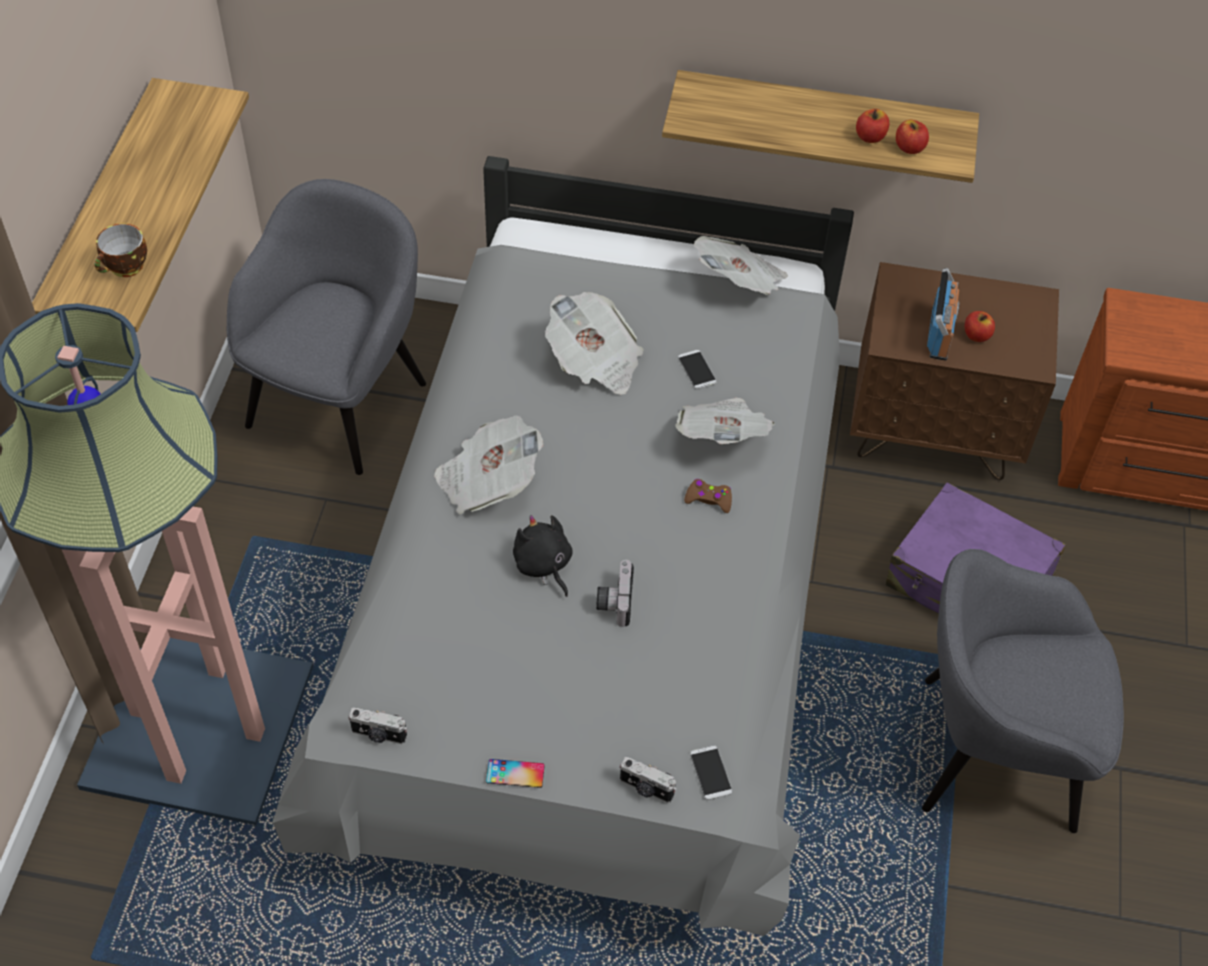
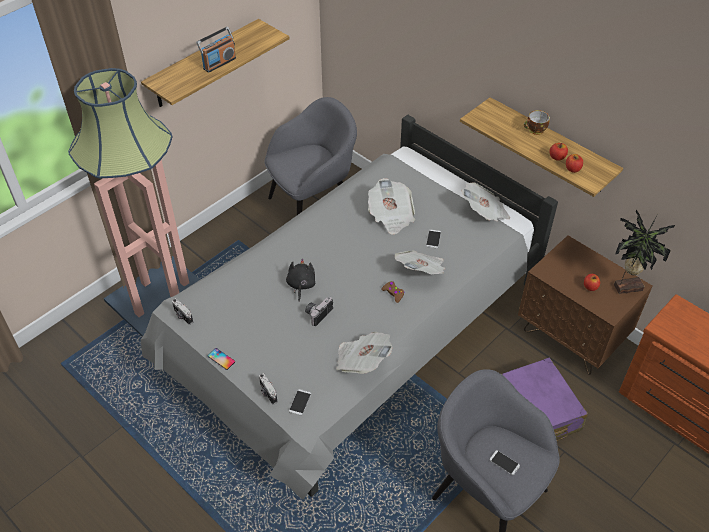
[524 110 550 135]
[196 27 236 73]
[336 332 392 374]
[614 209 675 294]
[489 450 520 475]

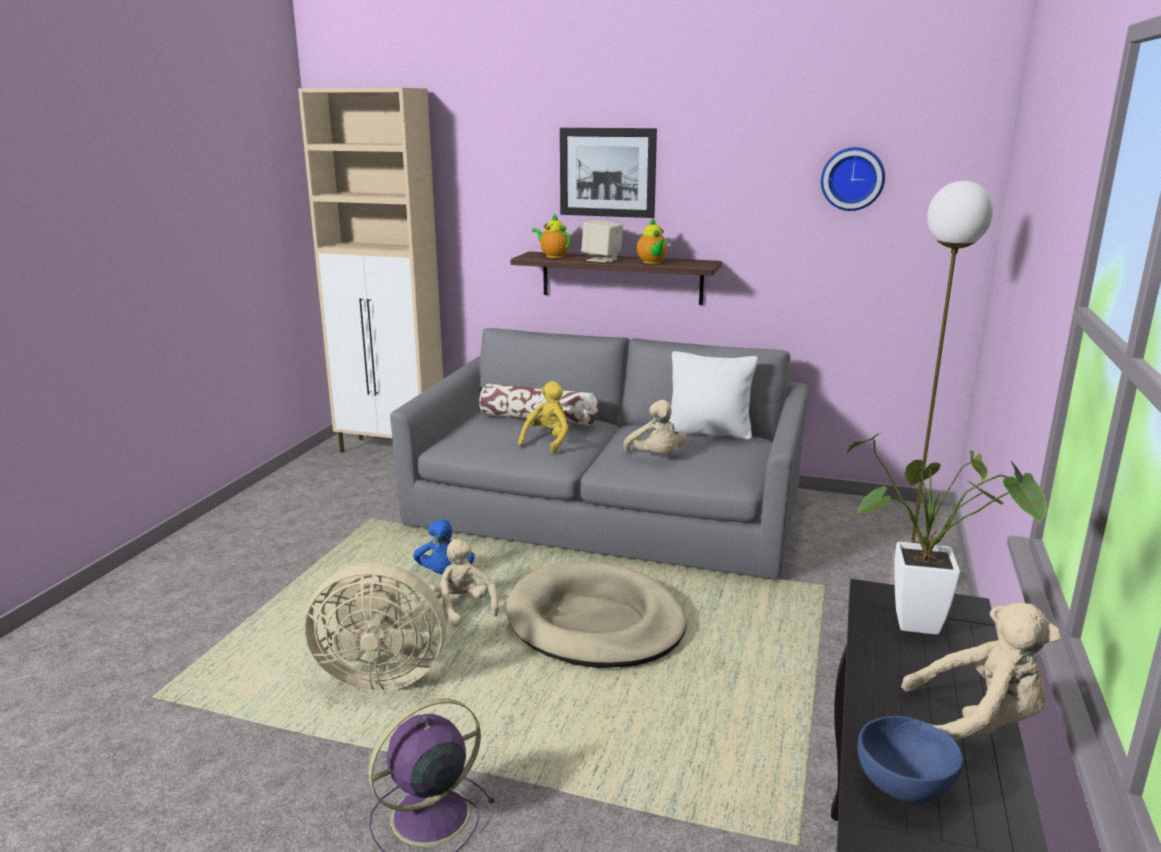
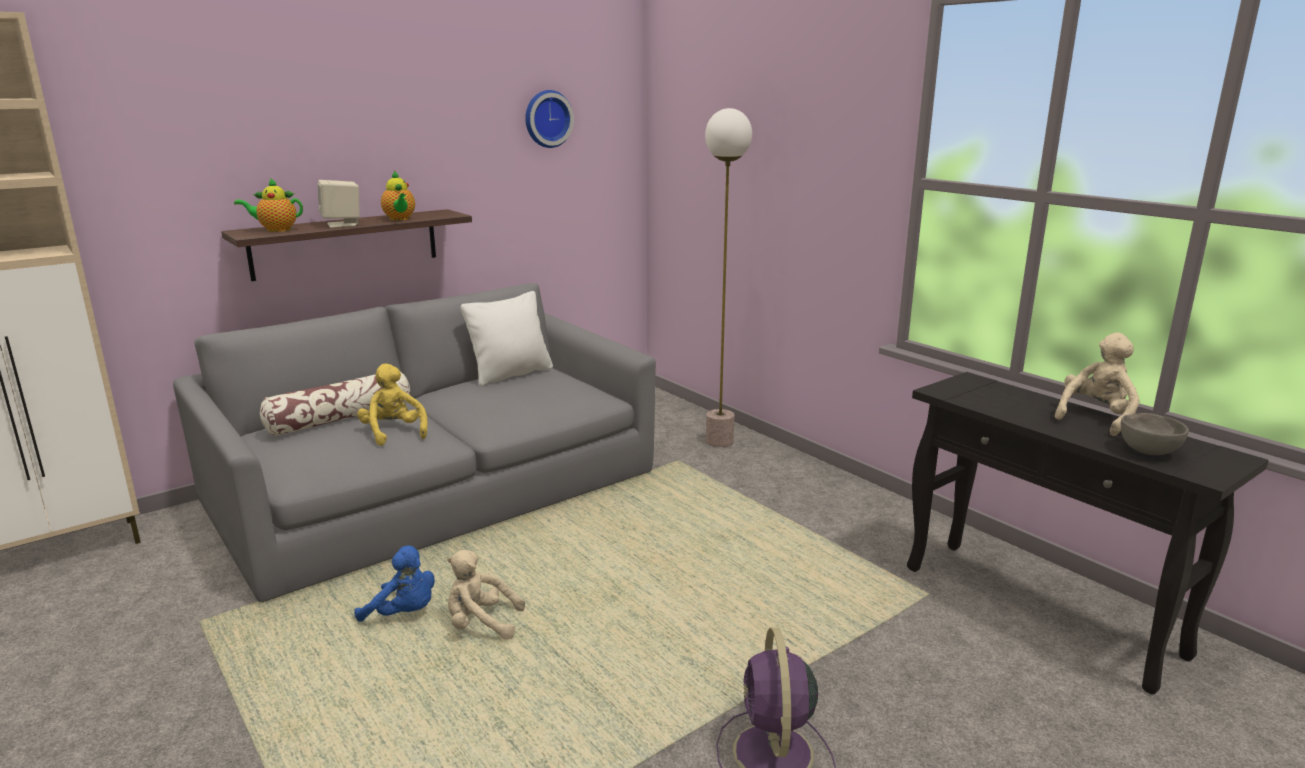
[560 128 657 218] (first image)
[381 171 415 220]
[623 400 687 454] (first image)
[847 432 1047 635] (first image)
[506 562 687 668] (first image)
[305 563 446 691] (first image)
[1121 413 1189 455]

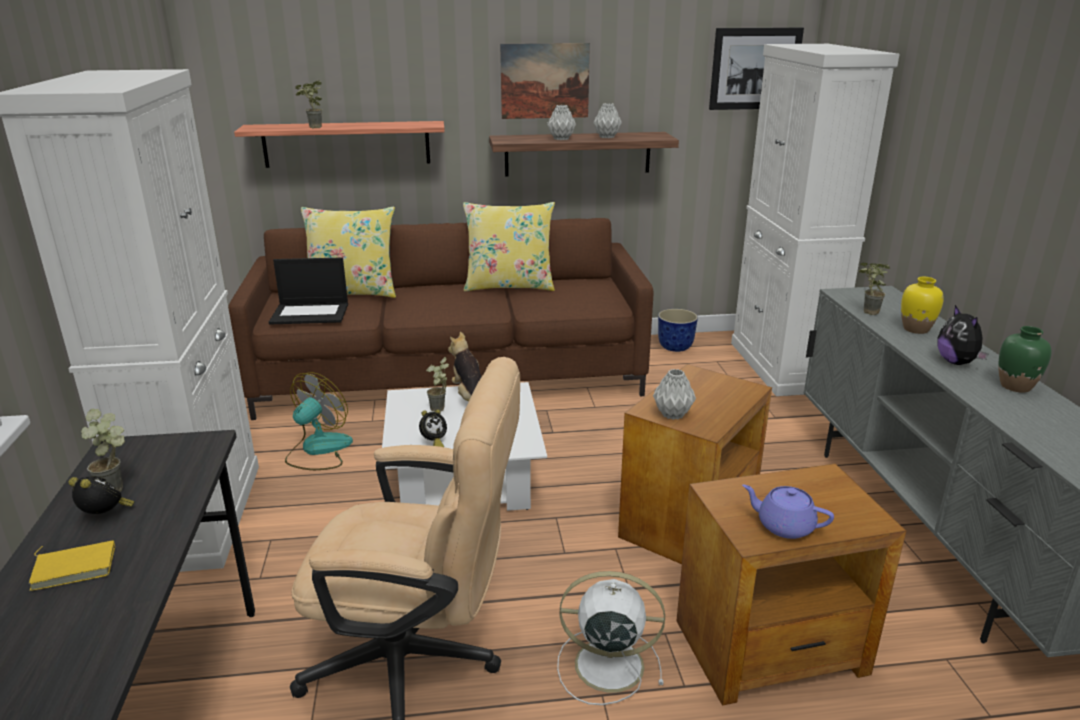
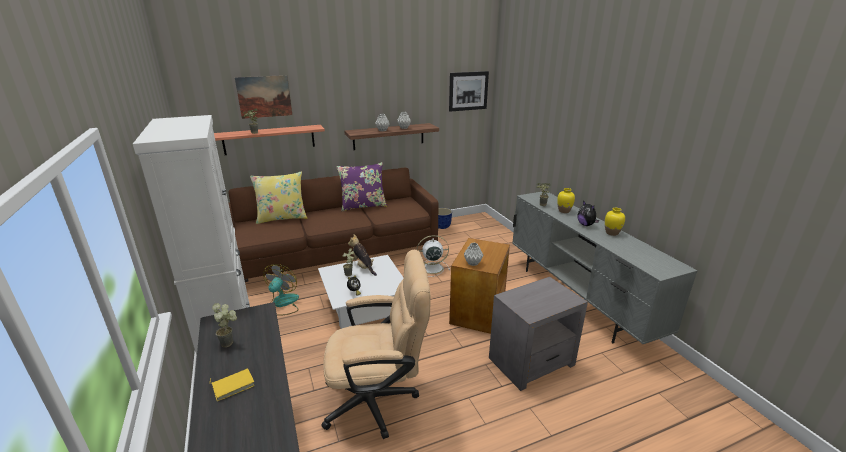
[235 75 292 119]
[731 44 900 396] (first image)
[336 162 387 211]
[269 257 348 324] (first image)
[605 208 625 236]
[489 277 588 391]
[69 476 135 514] (first image)
[742 485 834 539] (first image)
[417 235 450 277]

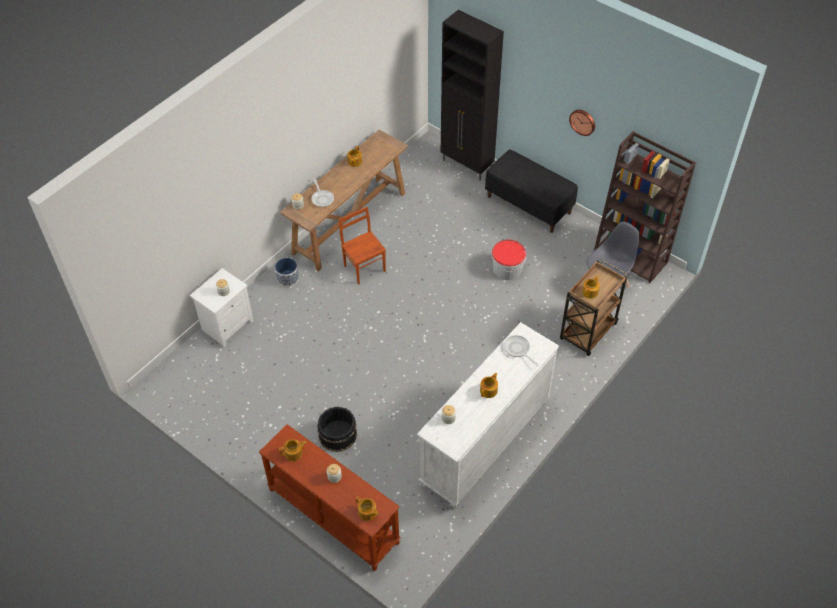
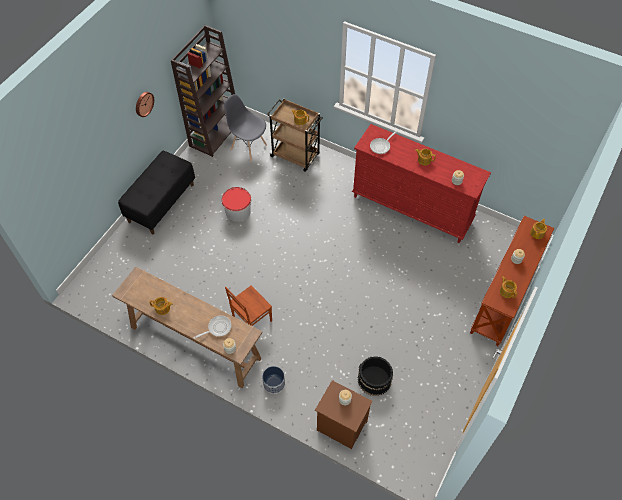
[441 10 504 181] (first image)
[315 380 373 449]
[352 124 491 243]
[358 357 393 396]

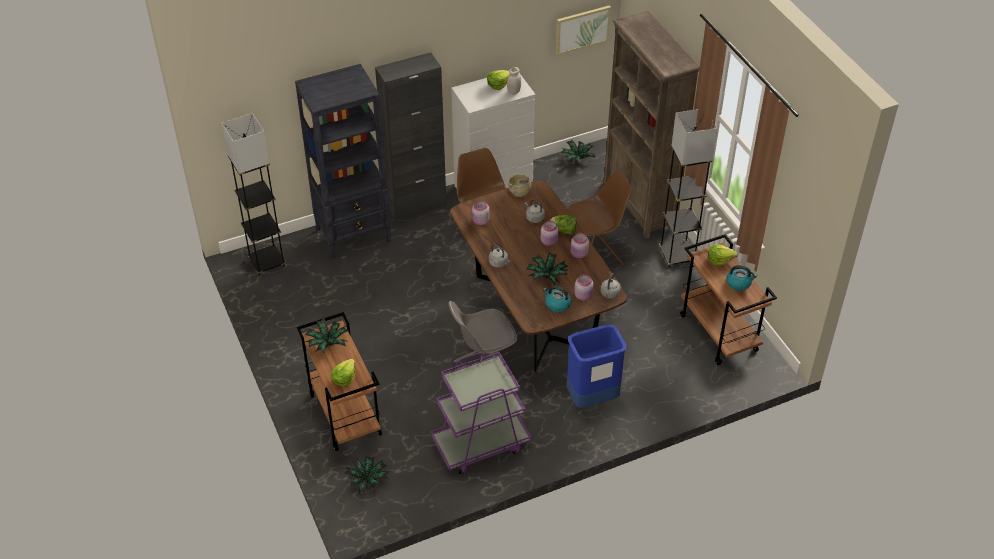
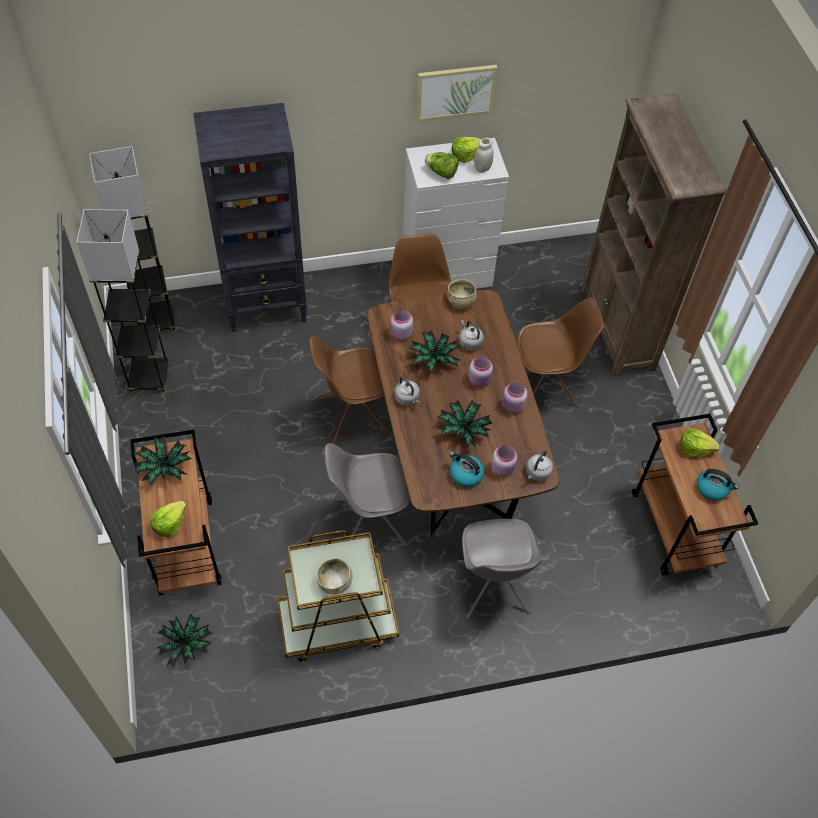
[416 65 497 121]
[375 52 447 221] (first image)
[77 209 169 392]
[409 329 462 374]
[425 152 458 179]
[457 519 541 619]
[277 530 399 662]
[309 336 389 444]
[317 558 353 595]

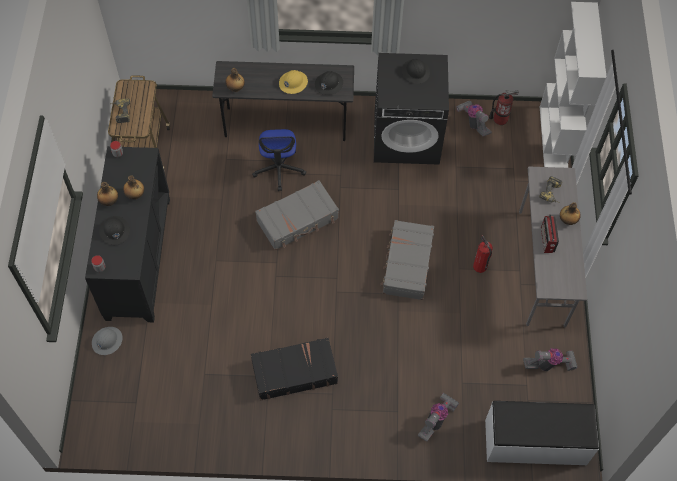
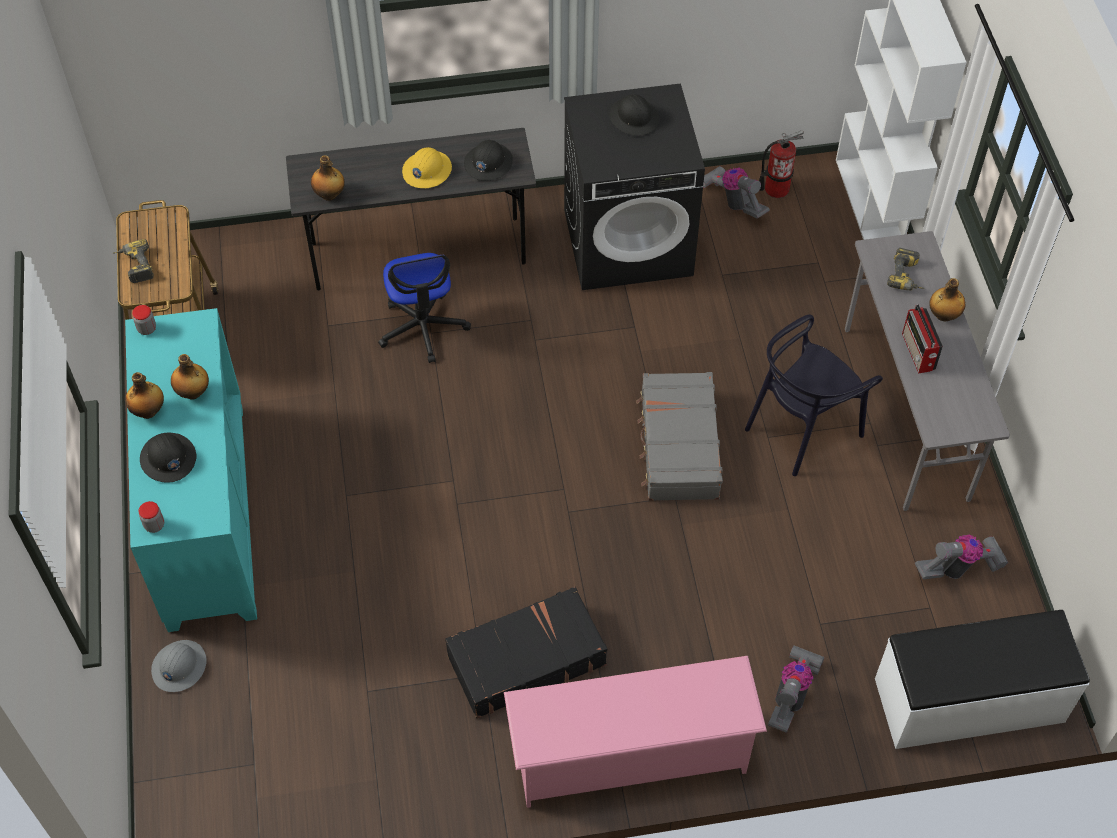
[125 308 257 632]
[255 180 339 250] (first image)
[745 314 883 476]
[504 656 767 808]

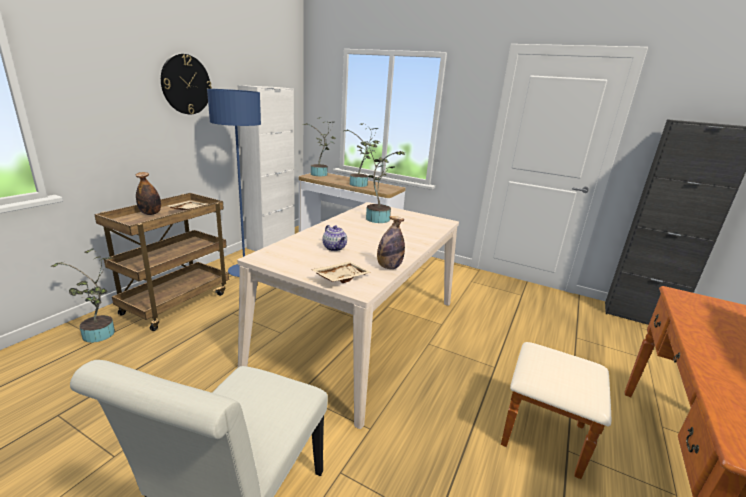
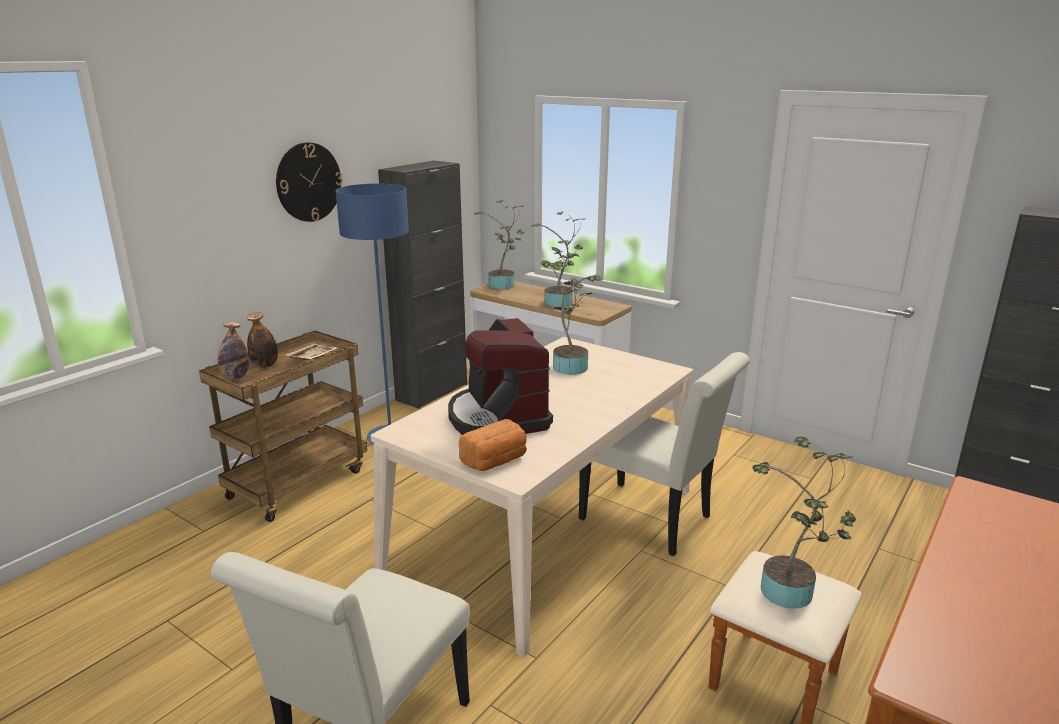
[378 161 467 409]
[218 322 249 380]
[448 318 553 435]
[753 437 856 609]
[459 419 527 471]
[579 352 750 556]

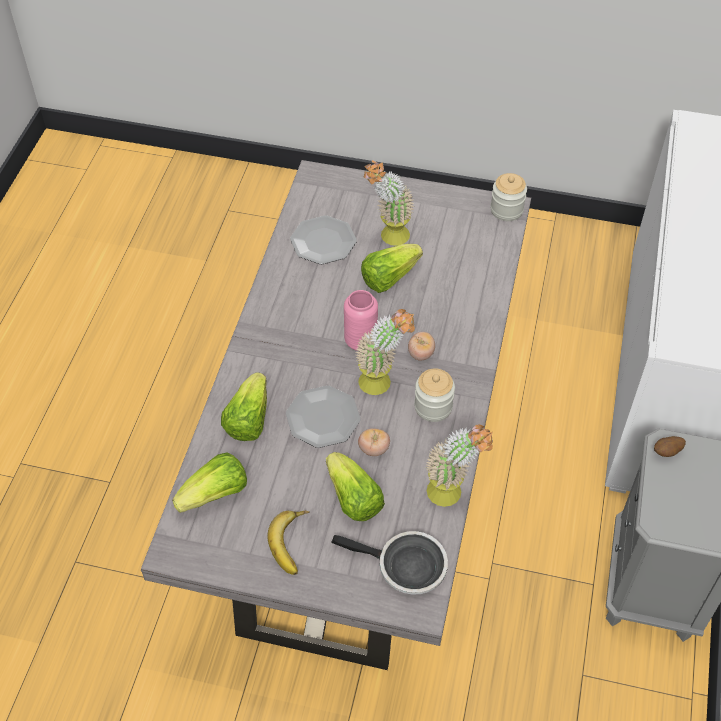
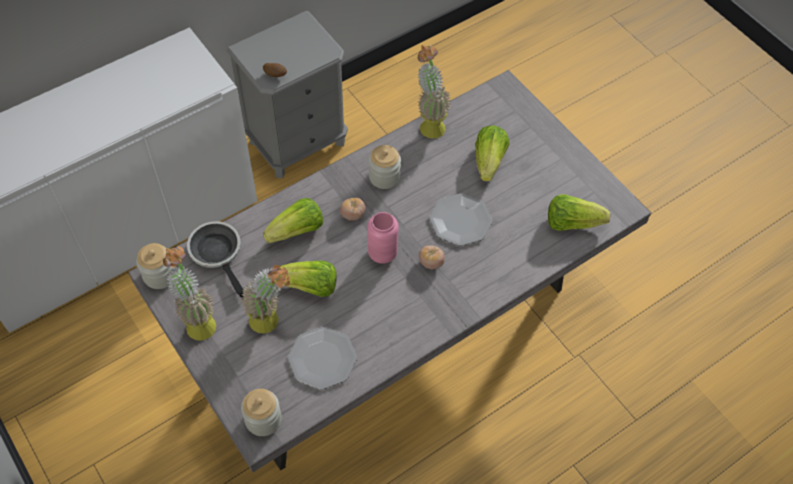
[163 247 216 341]
[263 198 323 243]
[419 245 445 269]
[267 511 310 575] (first image)
[187 221 244 300]
[241 389 282 436]

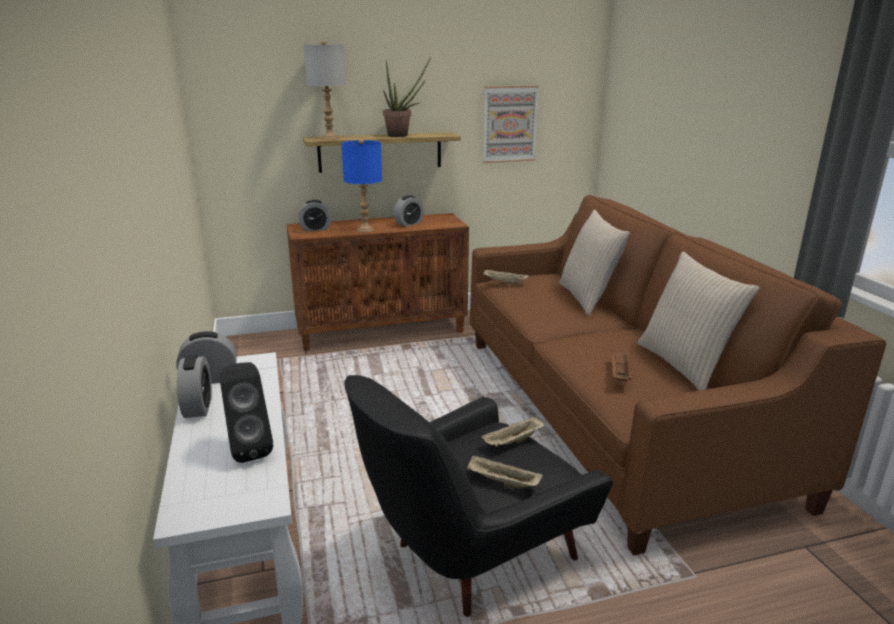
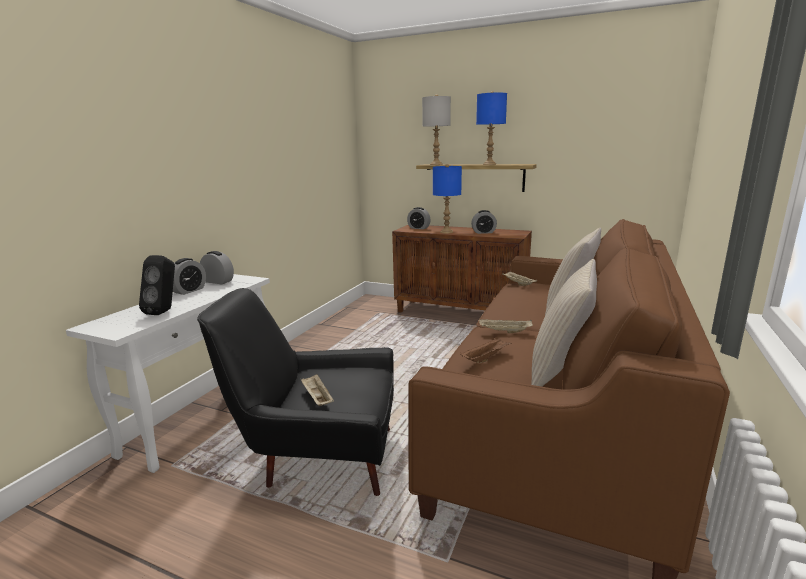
[476 91 507 165]
[483 86 539 163] (first image)
[479 319 533 333]

